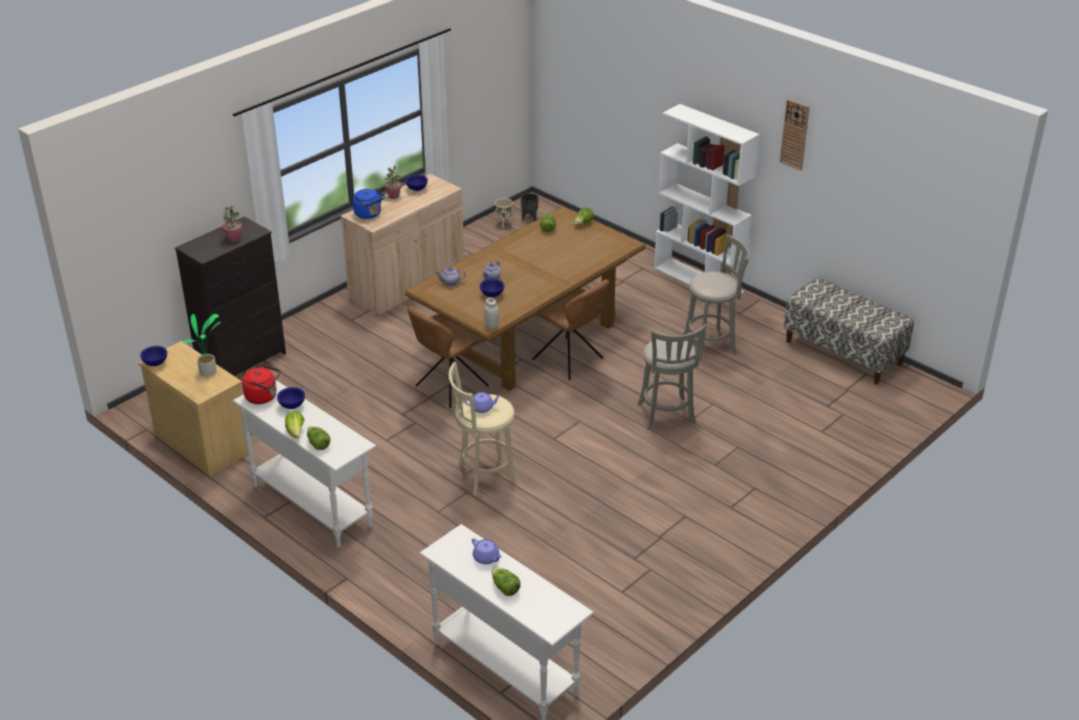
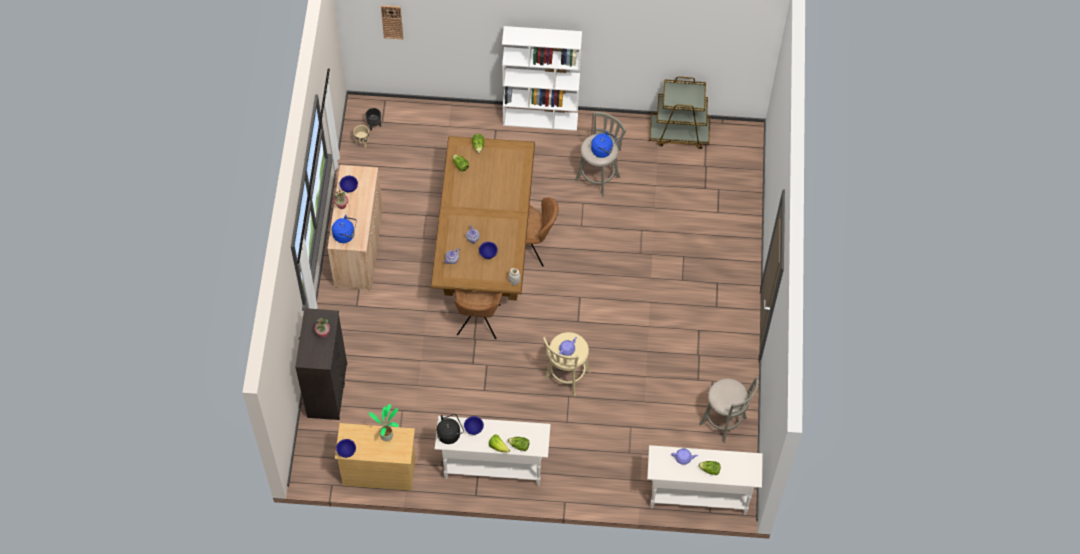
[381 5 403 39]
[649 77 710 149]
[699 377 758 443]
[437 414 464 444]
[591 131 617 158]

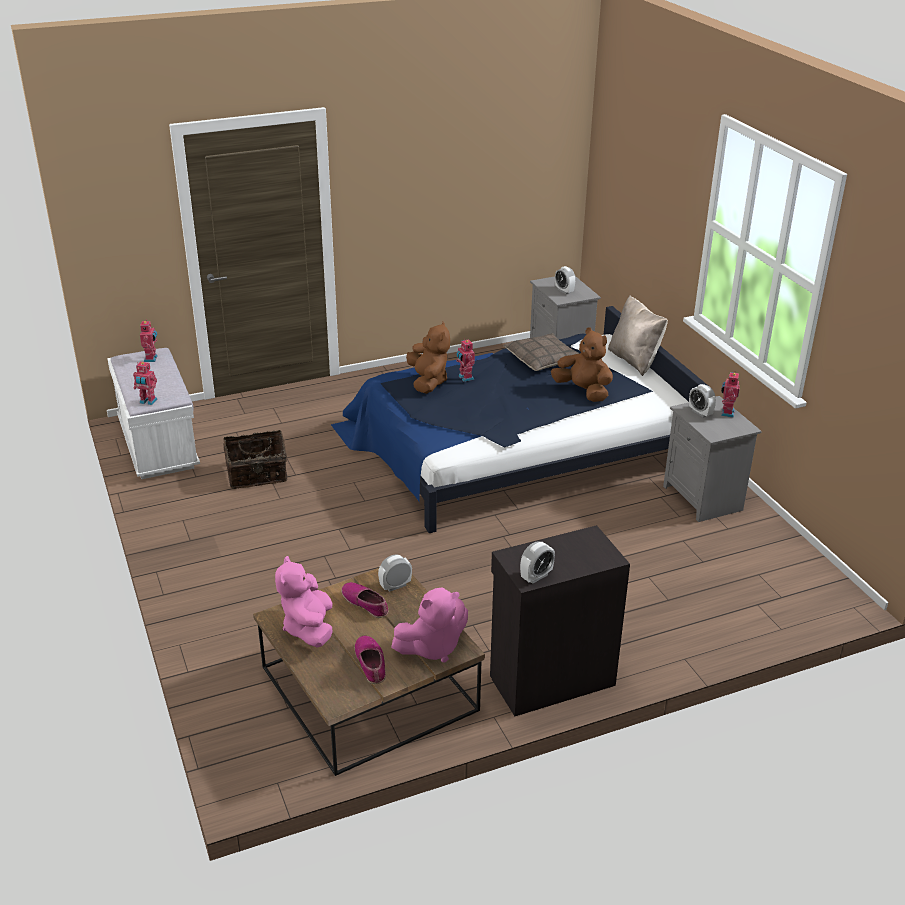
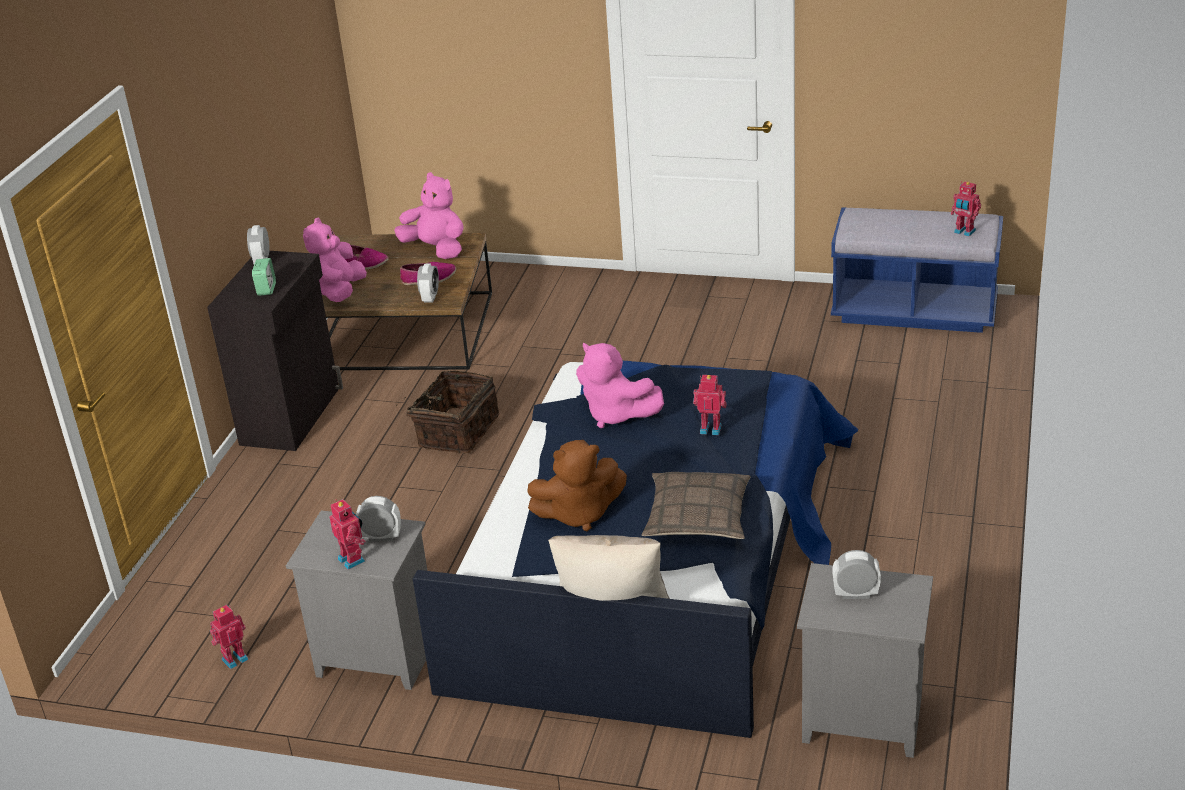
[406 322 450 394] (first image)
[831 207 1003 333]
[210 605 248 669]
[396 371 499 454]
[252 258 276 296]
[576 343 664 428]

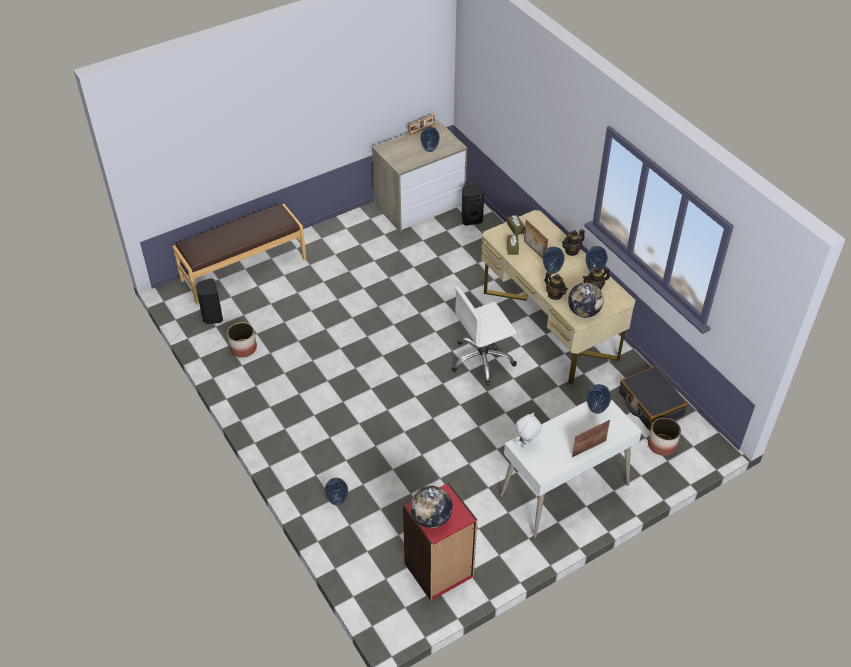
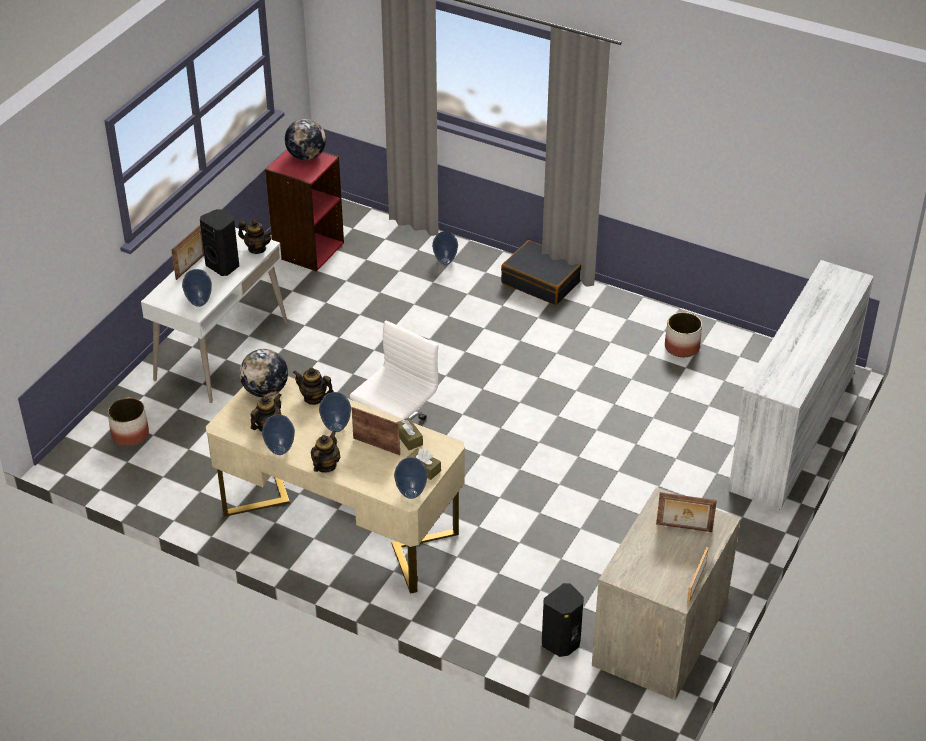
[394 457 428 499]
[728 260 874 510]
[200 209 239 276]
[501 240 581 305]
[238 220 272 254]
[656 492 717 532]

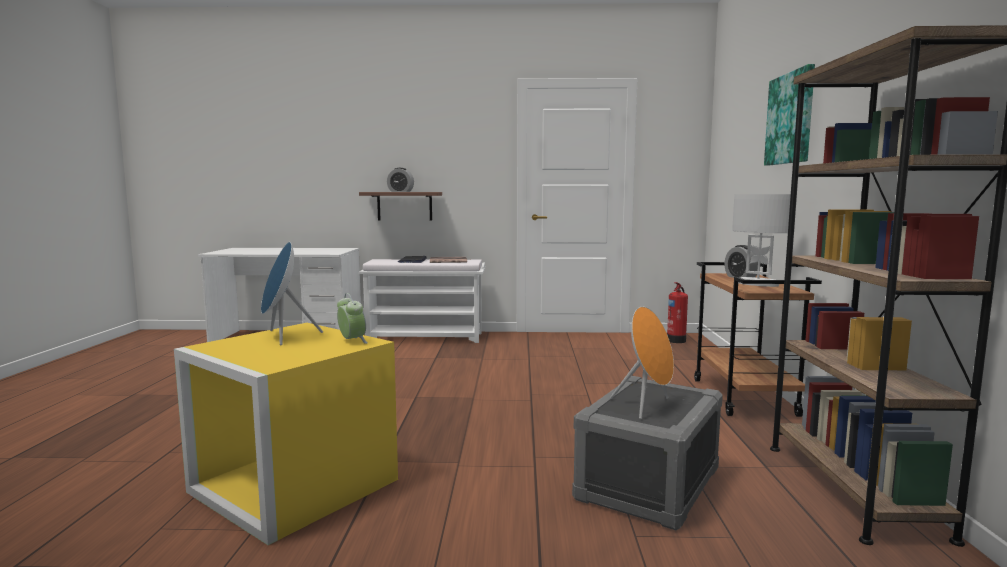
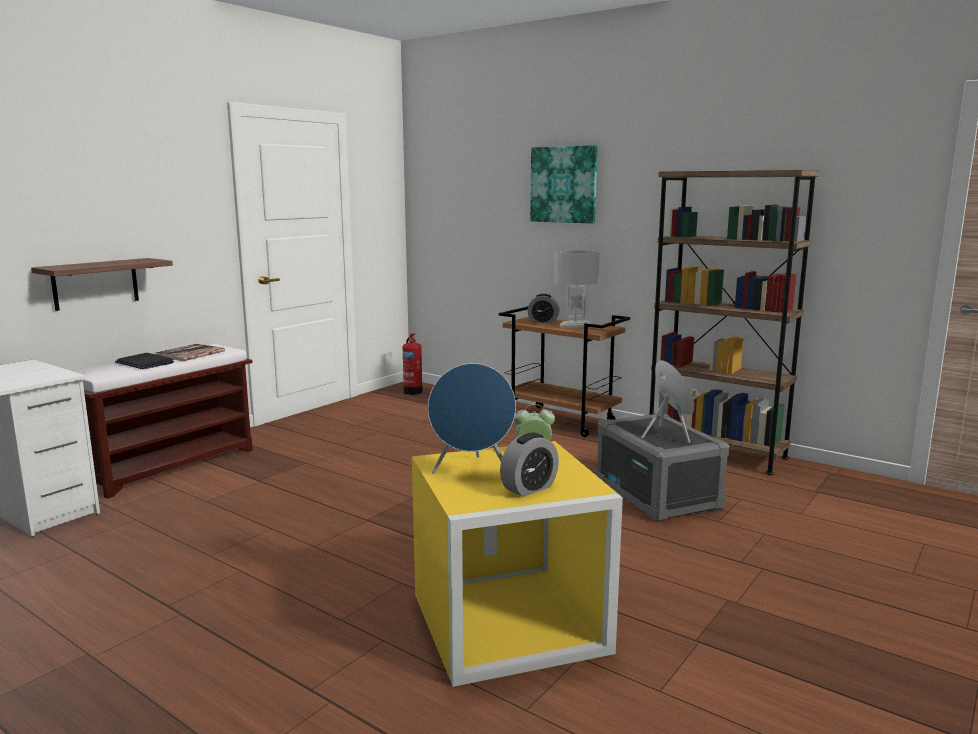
[500 433 559 497]
[74 344 253 499]

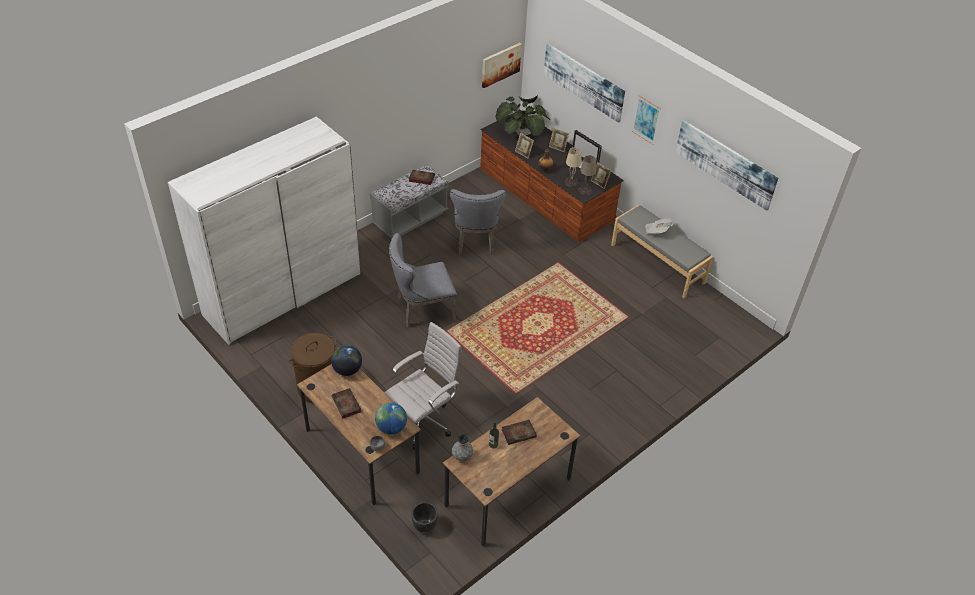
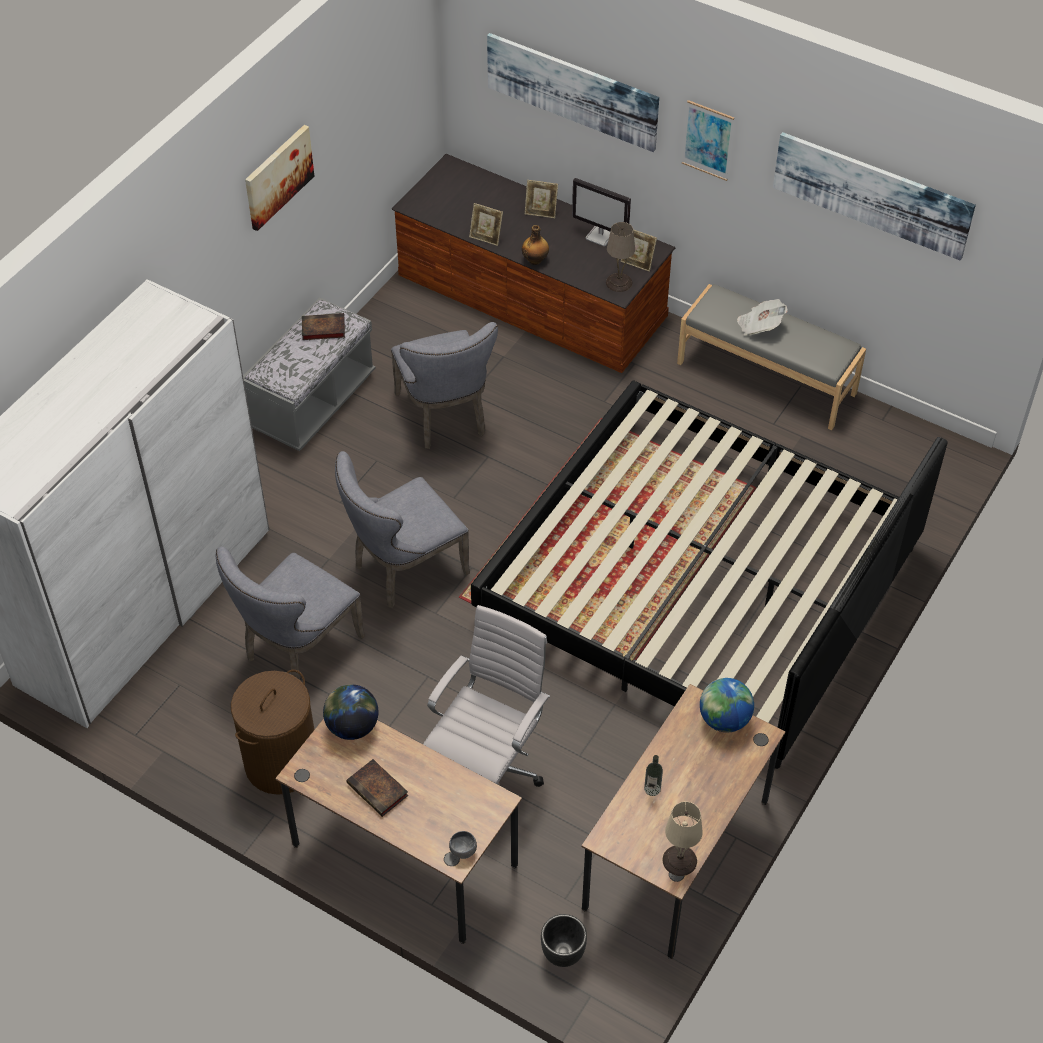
[245 125 314 231]
[495 96 550 136] (first image)
[663 802 703 876]
[700 678 754 732]
[501 420 537 445] (first image)
[452 434 473 461] (first image)
[471 381 947 769]
[216 547 365 680]

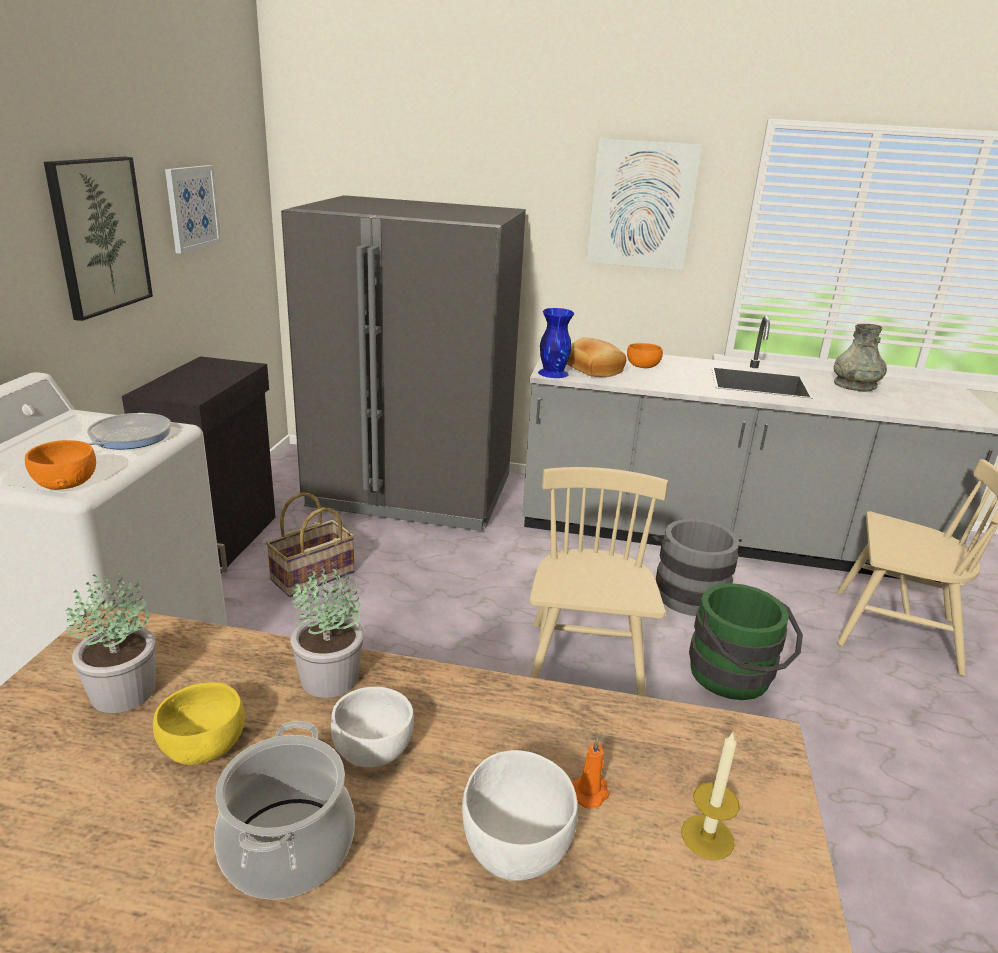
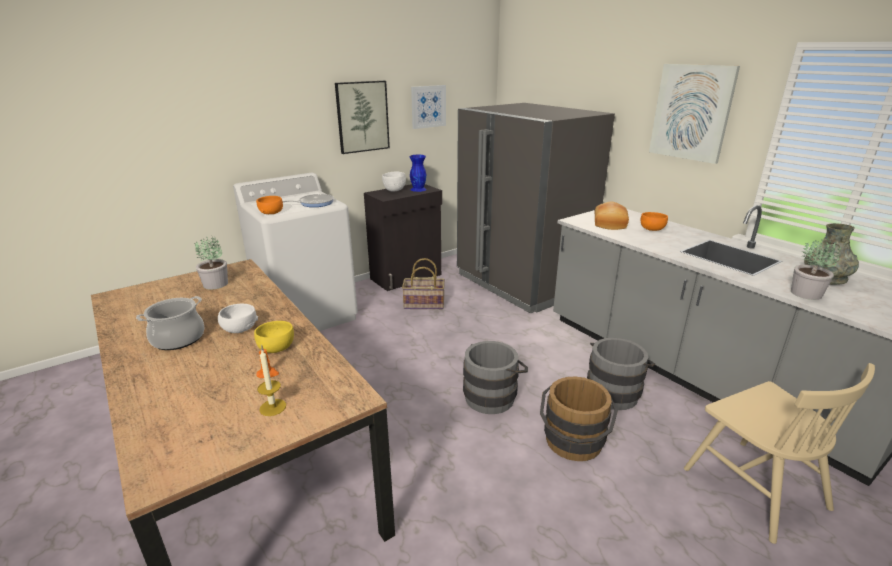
[409 155 427 192]
[463 341 528 414]
[791 239 841 300]
[540 376 618 461]
[254 321 294 353]
[382 171 406 191]

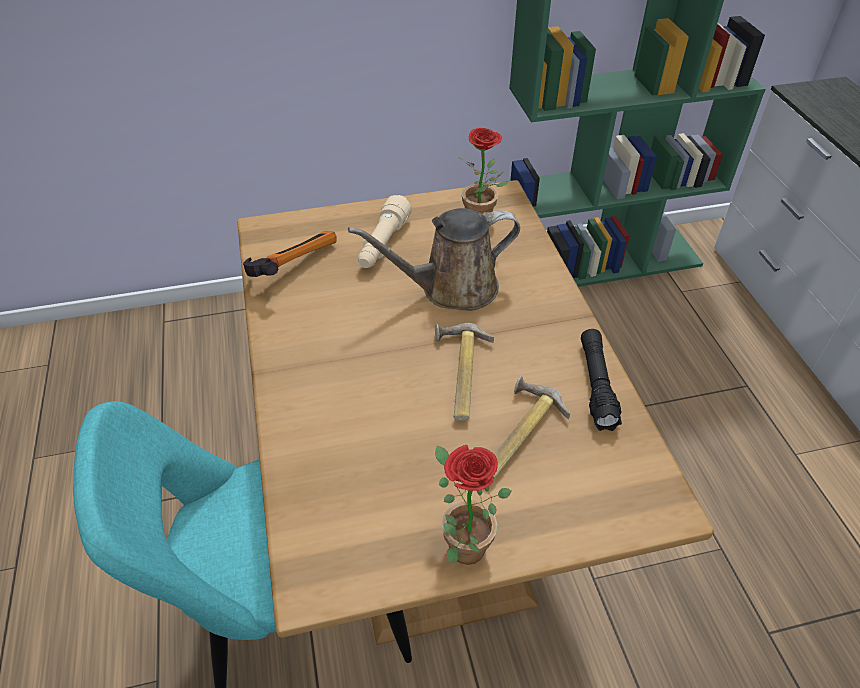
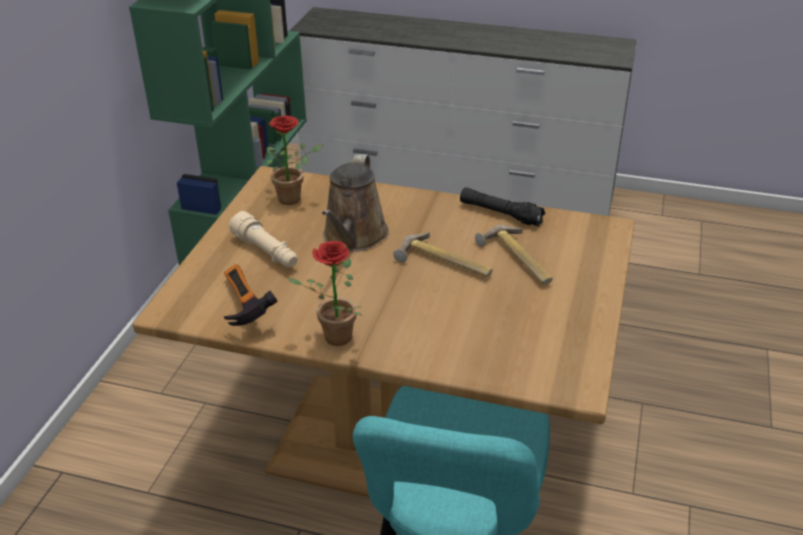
[286 241 362 346]

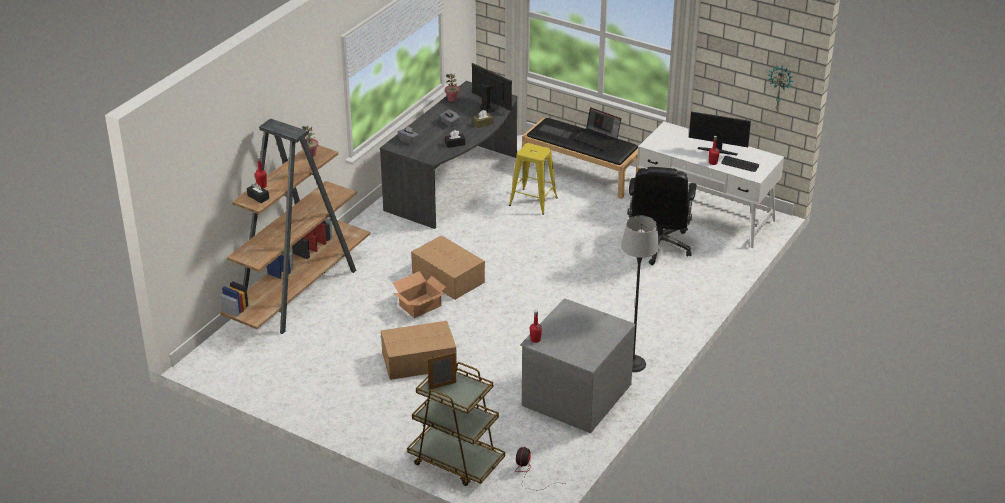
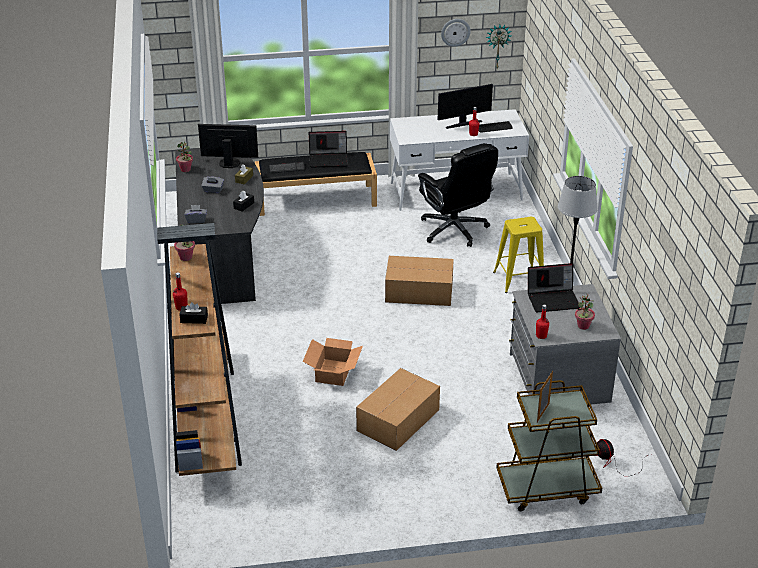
[493 217 544 293]
[385 256 454 306]
[441 19 471 47]
[528 263 580 313]
[575 295 595 330]

